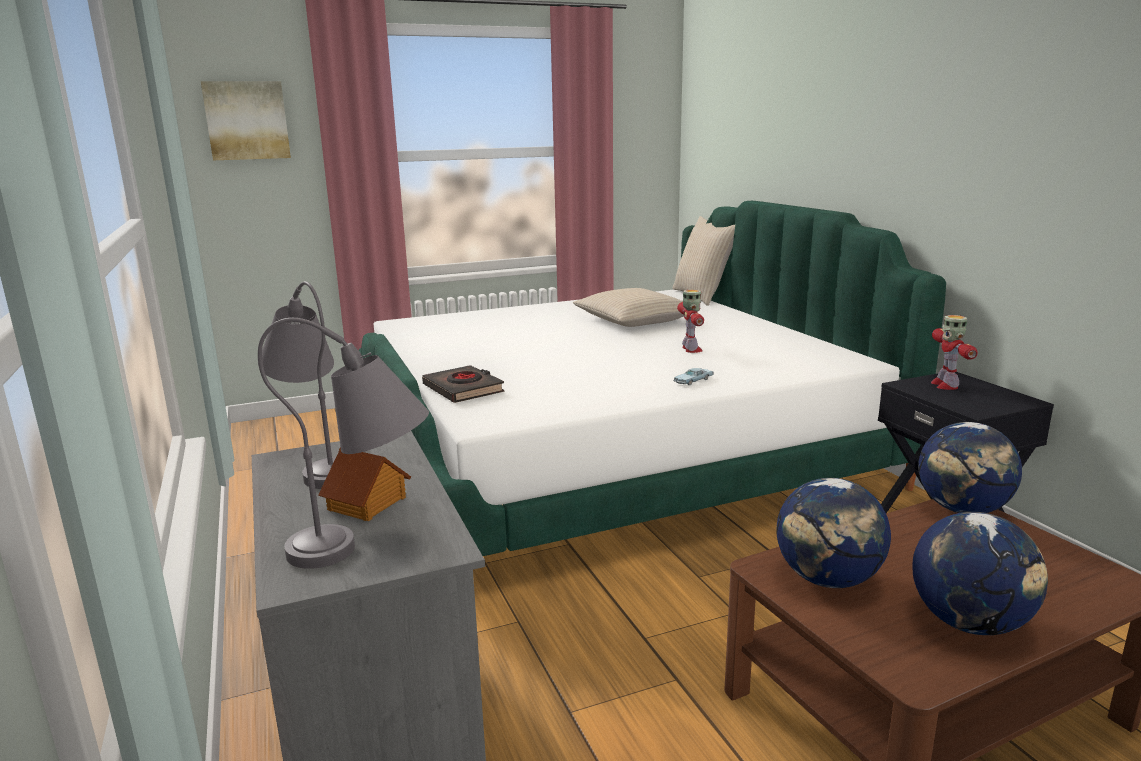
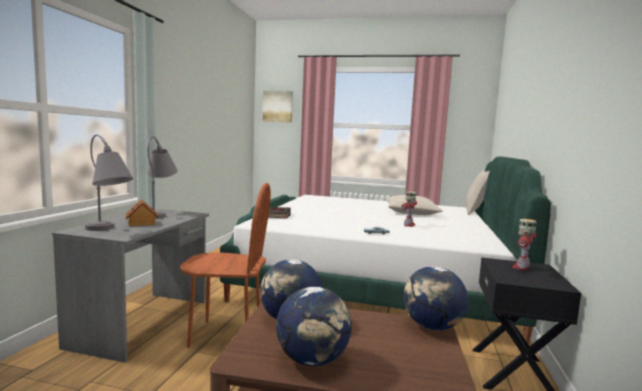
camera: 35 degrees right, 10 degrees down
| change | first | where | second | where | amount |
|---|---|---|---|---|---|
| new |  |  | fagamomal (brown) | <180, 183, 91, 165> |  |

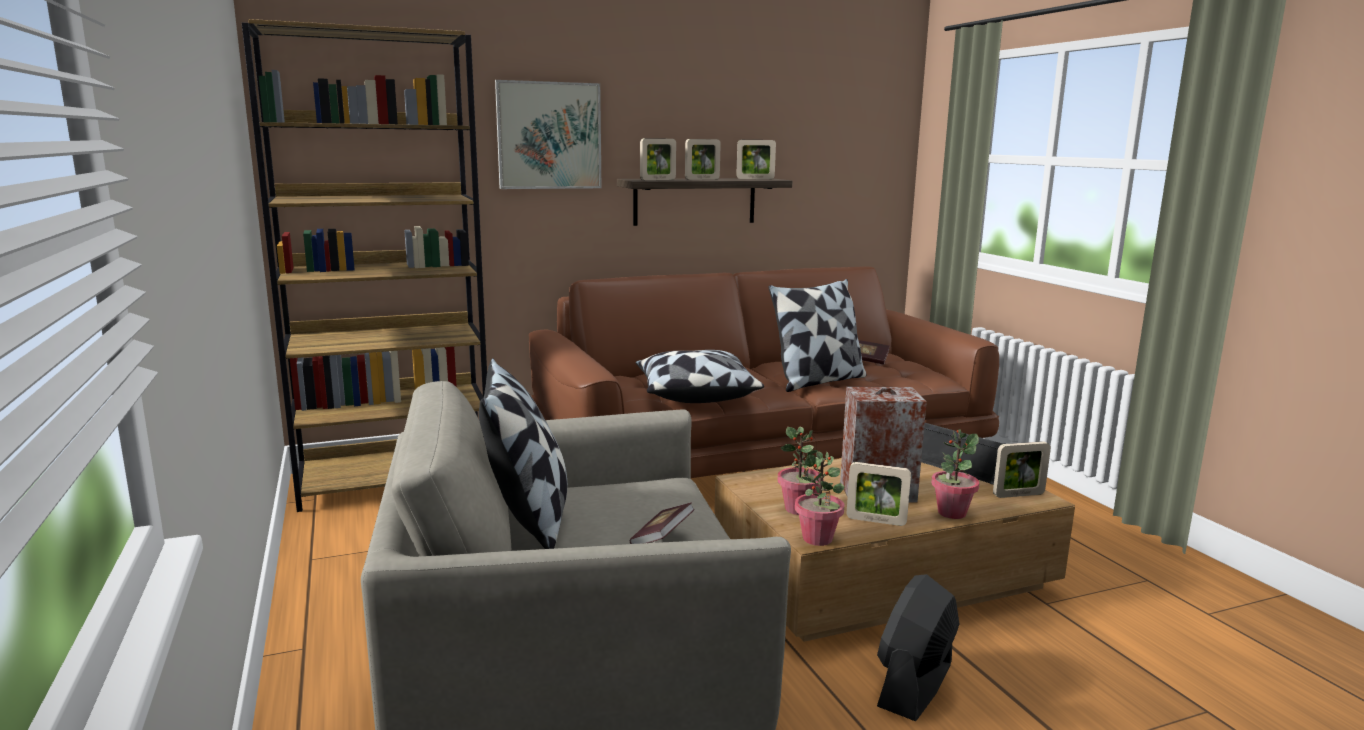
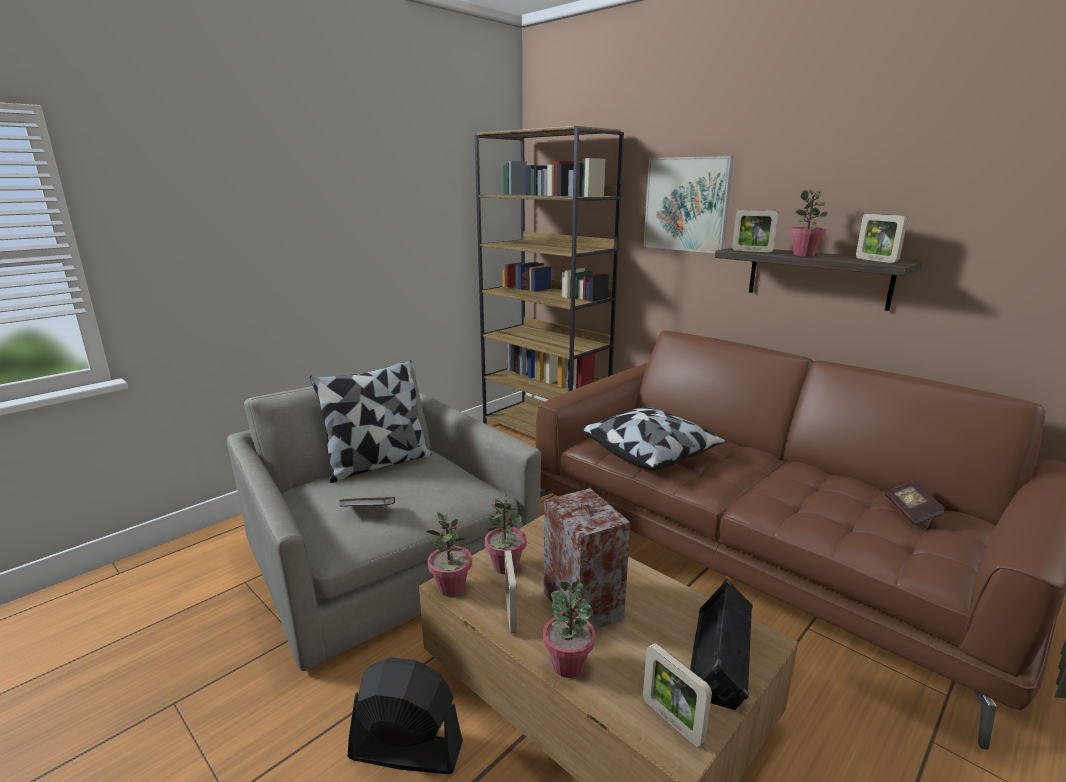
camera: 65 degrees right, 5 degrees up
| change | first | where | second | where | amount |
|---|---|---|---|---|---|
| swapped | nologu | <685, 139, 36, 41> | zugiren | <790, 190, 38, 66> |  |
| gone | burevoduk | <769, 279, 98, 113> |  |  |  |

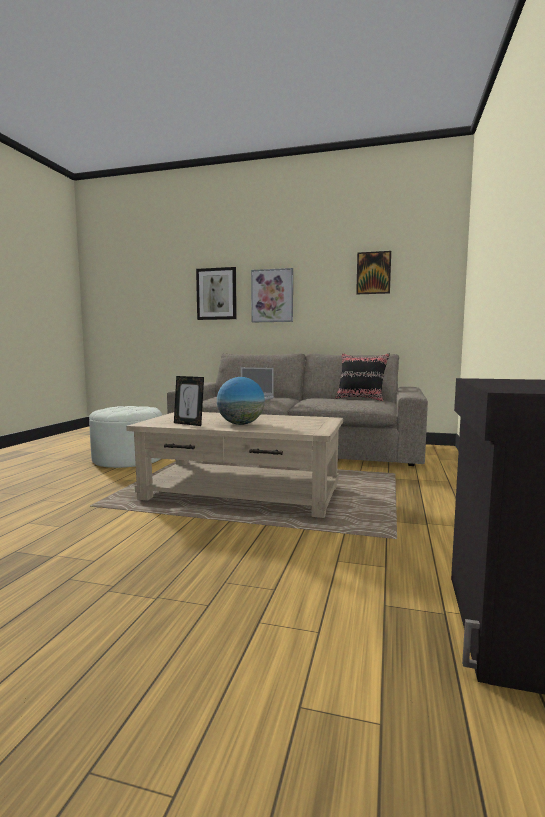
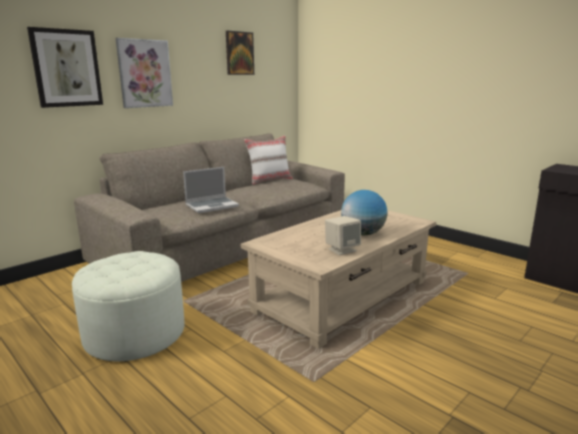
camera: 60 degrees left, 10 degrees up
| change | first | where | second | where | amount |
|---|---|---|---|---|---|
| repainted | burevoduk (black) | <335, 353, 55, 48> | burevoduk (white) | <244, 135, 49, 50> |  |
| swapped | nologu | <174, 376, 30, 50> | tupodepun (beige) | <325, 216, 36, 39> |  |

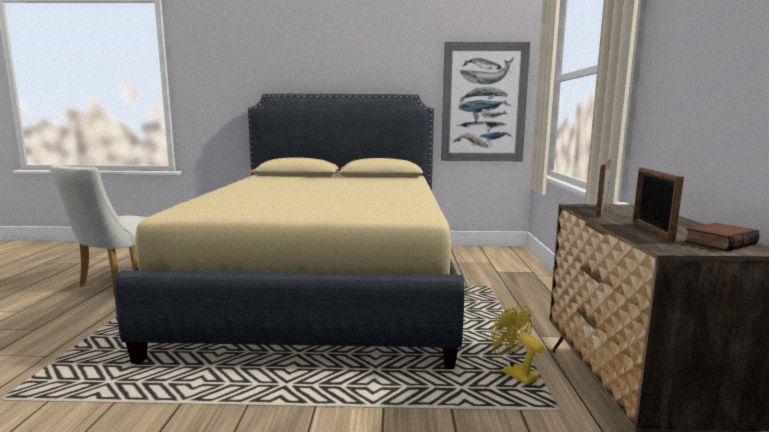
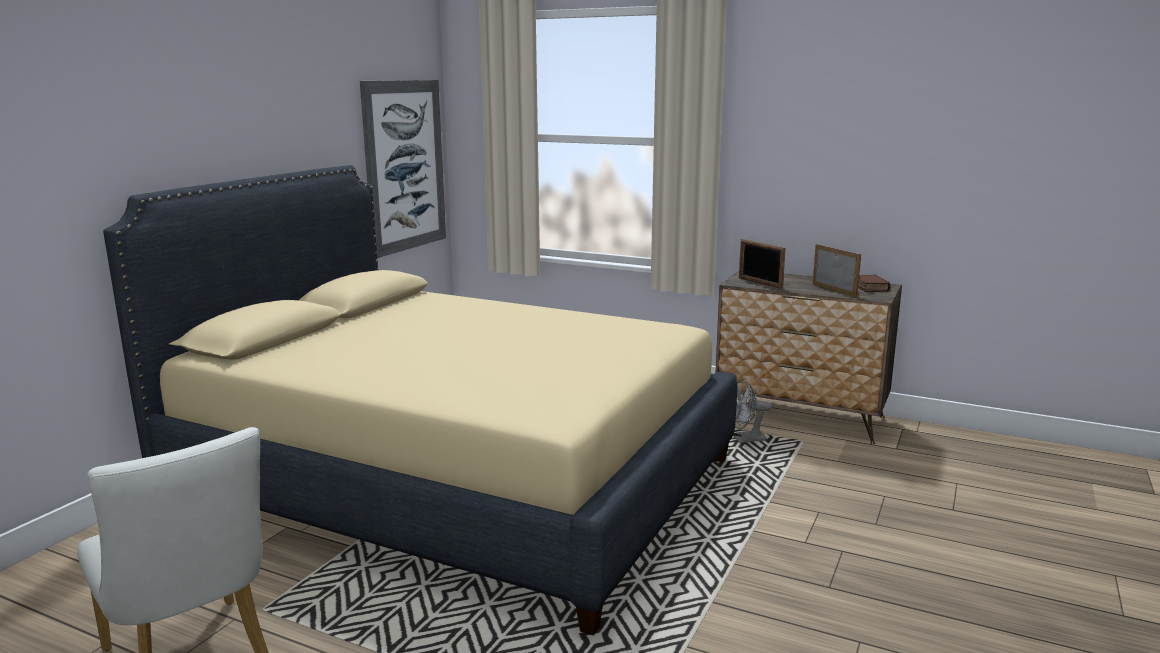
camera: 65 degrees left, 5 degrees up
| change | first | where | second | where | amount |
|---|---|---|---|---|---|
| repainted | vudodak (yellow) | <491, 305, 53, 80> | vudodak (grey) | <733, 379, 39, 64> |  |
| rotated | nologu | <633, 167, 51, 76> |  | <813, 244, 48, 53> | 150 degrees counterclockwise |

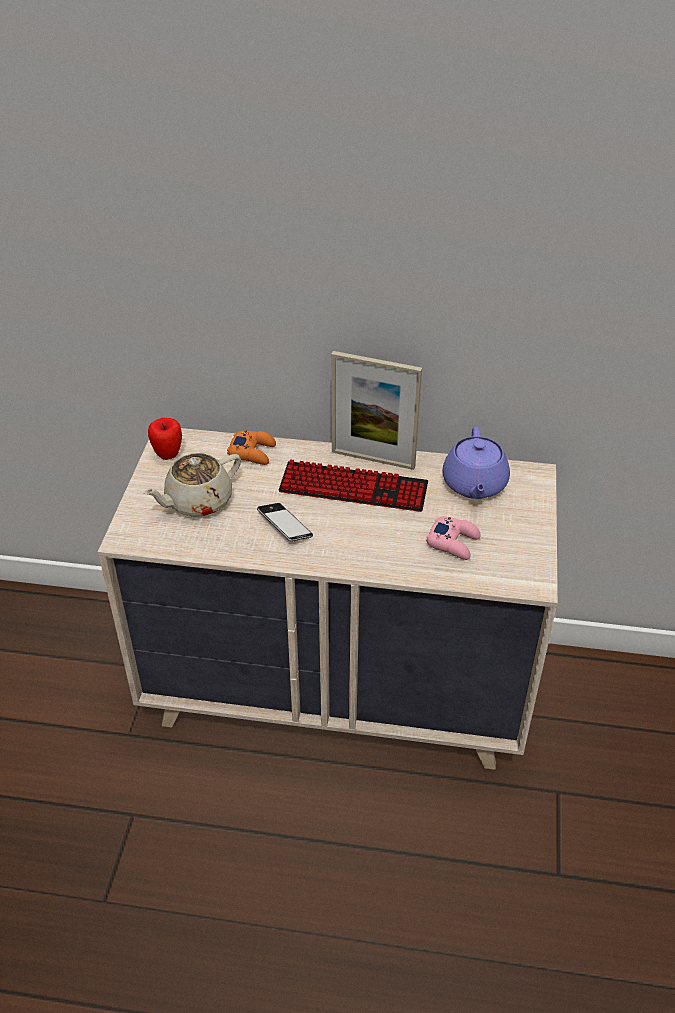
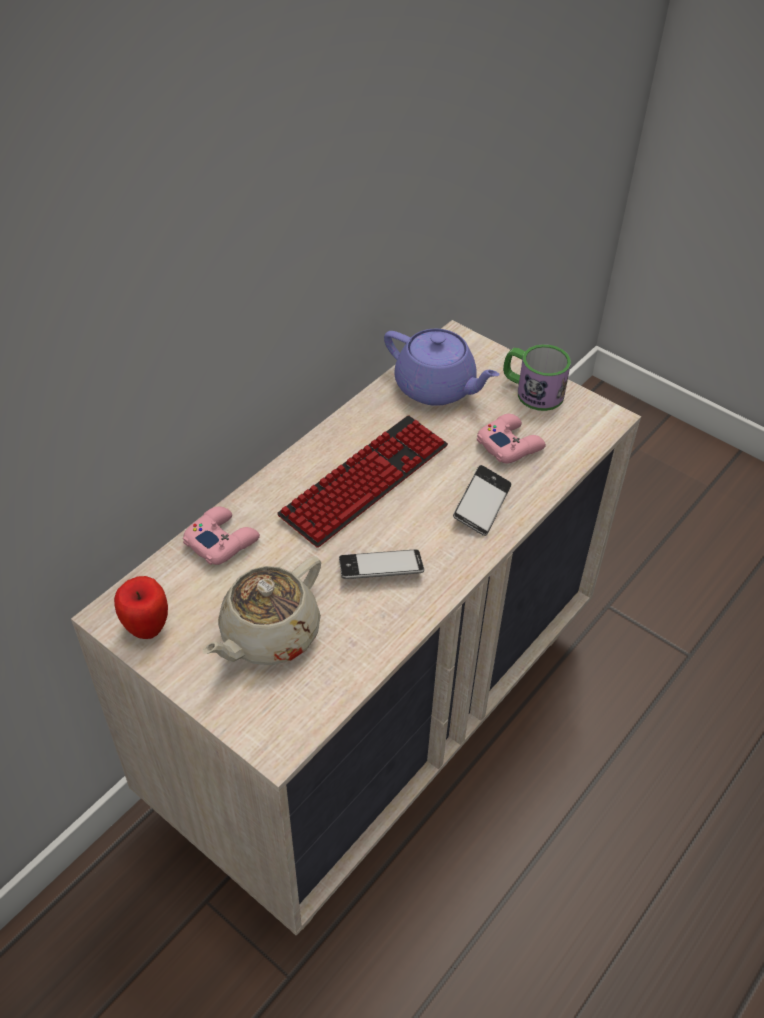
camera: 60 degrees left, 5 degrees up
| change | first | where | second | where | amount |
|---|---|---|---|---|---|
| repainted | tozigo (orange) | <227, 431, 49, 34> | tozigo (pink) | <183, 507, 77, 58> |  |
| rotated | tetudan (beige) | <143, 453, 98, 64> |  | <203, 556, 118, 109> | 45 degrees clockwise |
| new |  |  | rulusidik | <453, 465, 58, 71> |  |
| new |  |  | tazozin | <503, 344, 68, 67> |  |
| gone | nologu | <331, 351, 91, 119> |  |  |  |

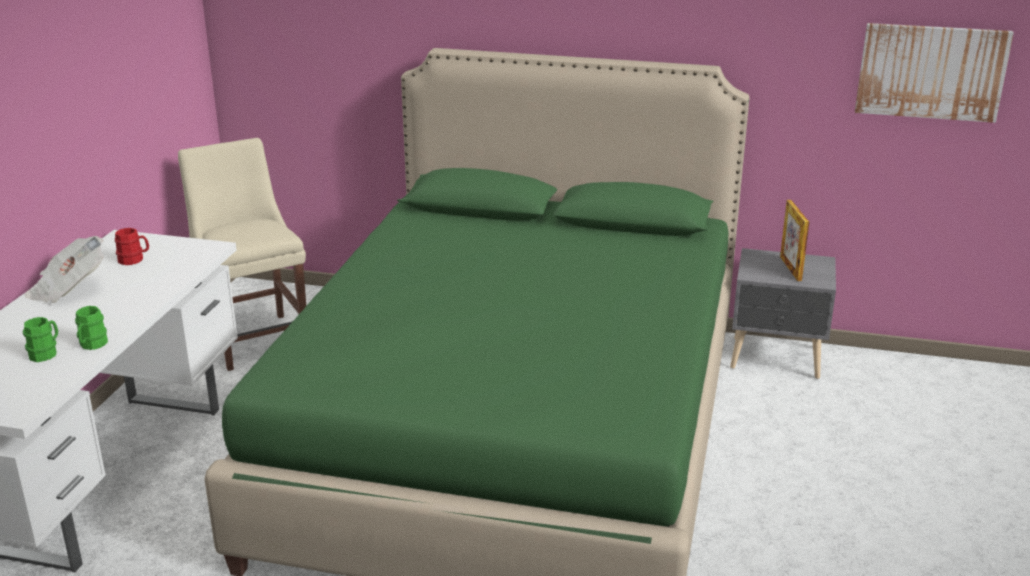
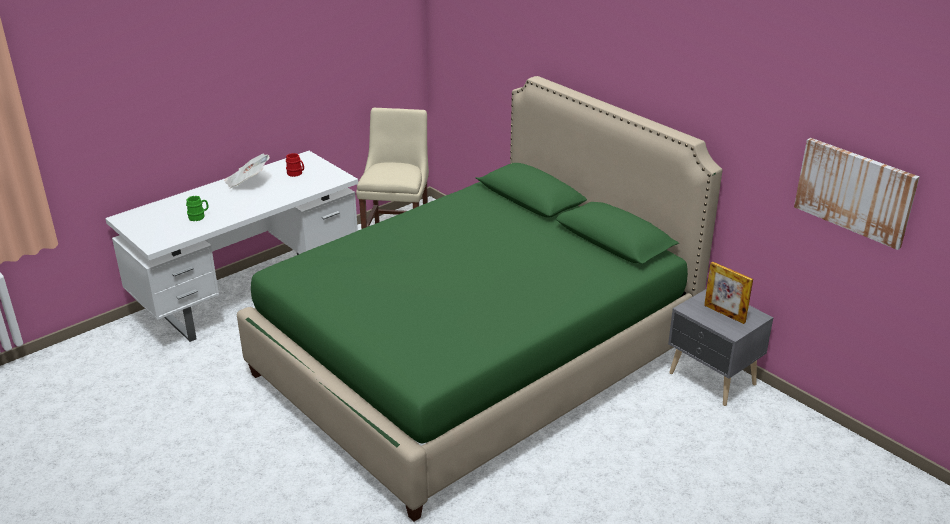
camera: 35 degrees right, 5 degrees up
| change | first | where | second | where | amount |
|---|---|---|---|---|---|
| rotated | nologu | <780, 200, 29, 81> |  | <704, 261, 49, 63> | 75 degrees counterclockwise |
| gone | tazozin (green) | <75, 306, 33, 44> |  |  |  |

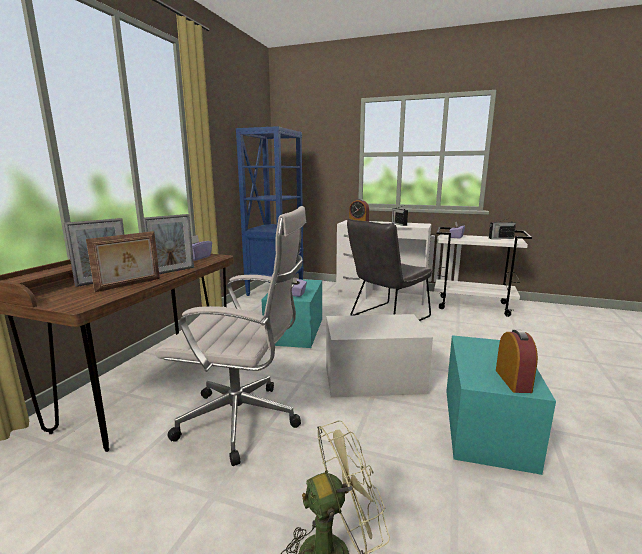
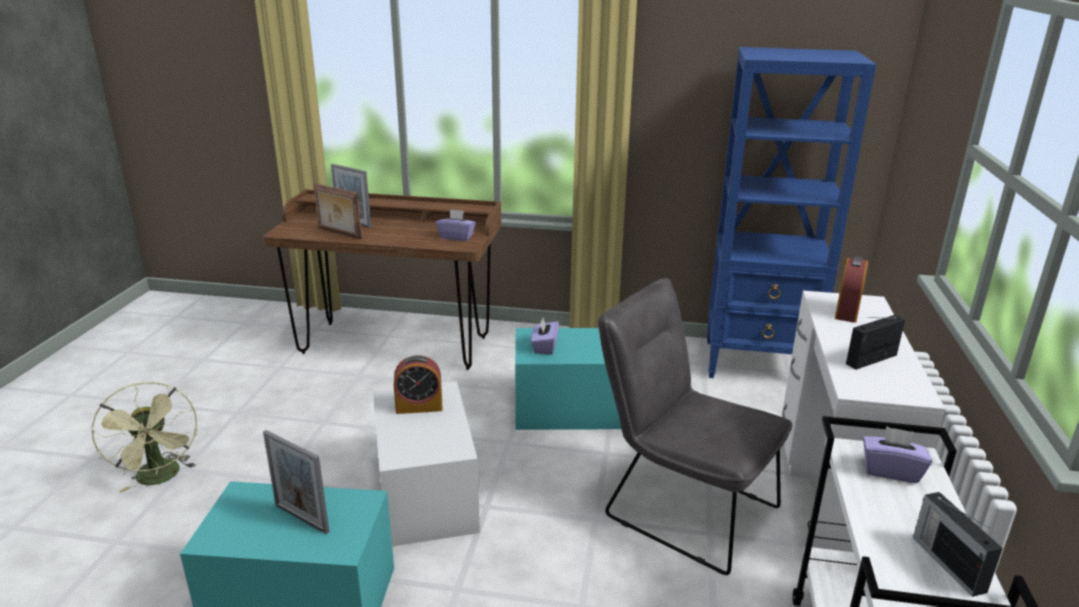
camera: 80 degrees right, 10 degrees up
| change | first | where | second | where | amount |
|---|---|---|---|---|---|
| shifted | nologu | <142, 214, 52, 60> |  | <263, 430, 66, 104> |  |
| shifted | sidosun | <496, 330, 42, 63> |  | <394, 355, 48, 59> |  |
| gone | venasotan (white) | <155, 206, 151, 260> |  |  |  |

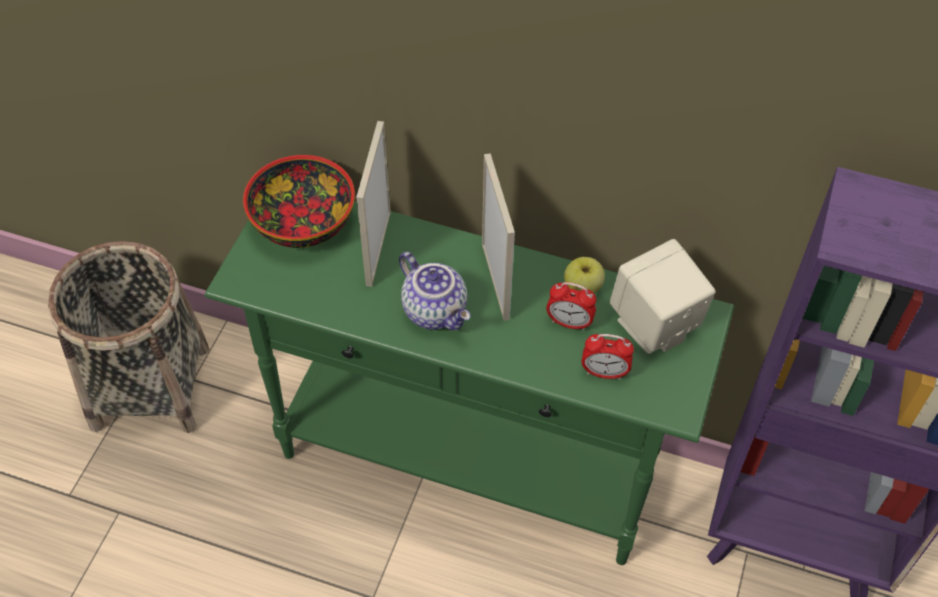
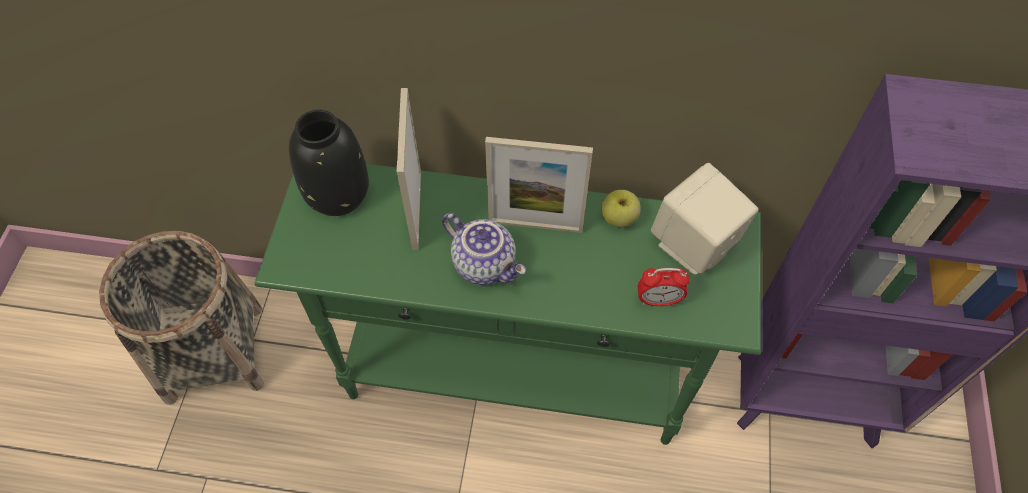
camera: 10 degrees left, 5 degrees up
| change | first | where | second | where | amount |
|---|---|---|---|---|---|
| swapped | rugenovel | <243, 155, 112, 93> | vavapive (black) | <289, 110, 80, 106> |  |
| rotated | nologu | <482, 153, 33, 168> |  | <485, 137, 108, 96> | 120 degrees clockwise |
| gone | sidosun | <546, 282, 50, 49> |  |  |  |

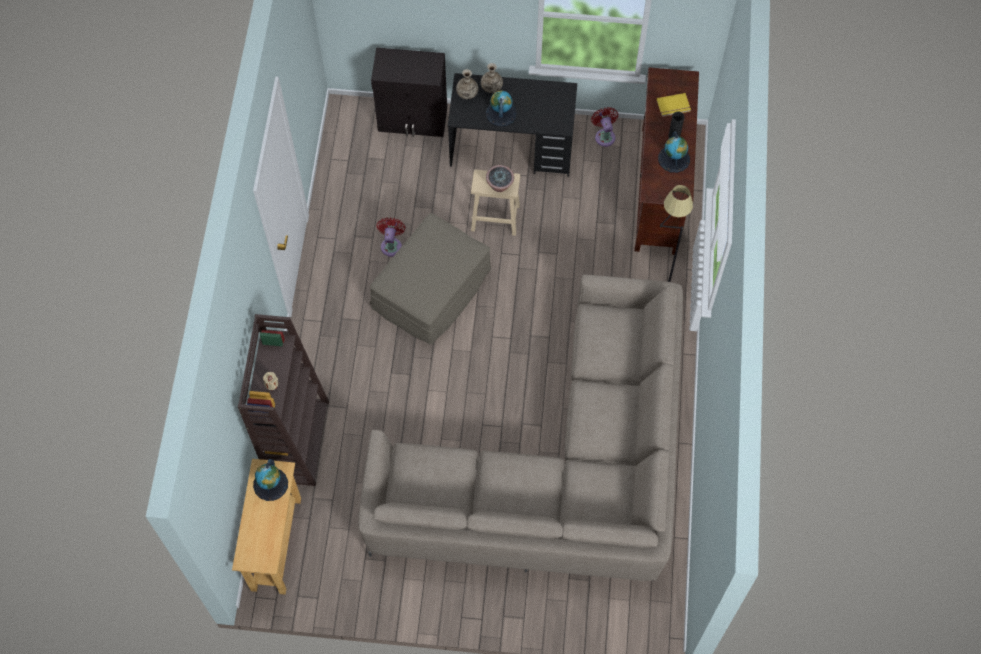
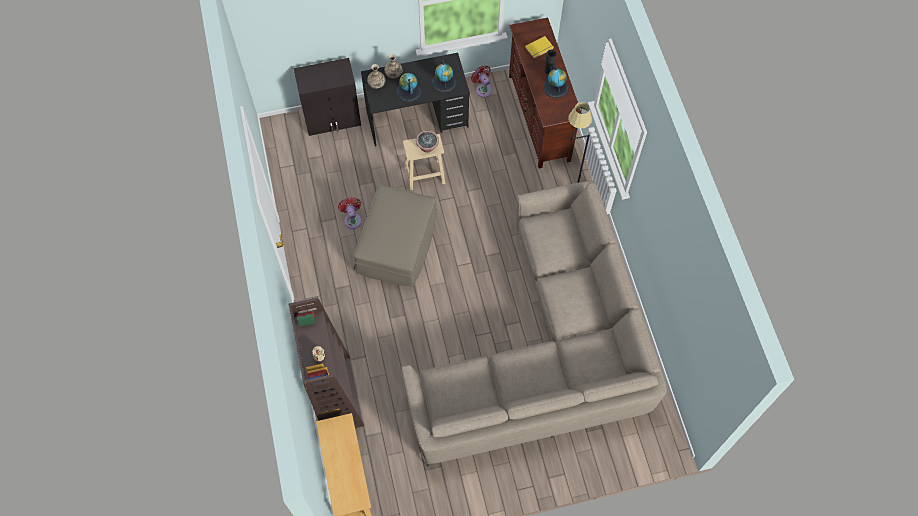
camera: 20 degrees left, 0 degrees up
| change | first | where | second | where | amount |
|---|---|---|---|---|---|
| shifted | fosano | <253, 459, 35, 42> |  | <432, 60, 25, 33> |  |

